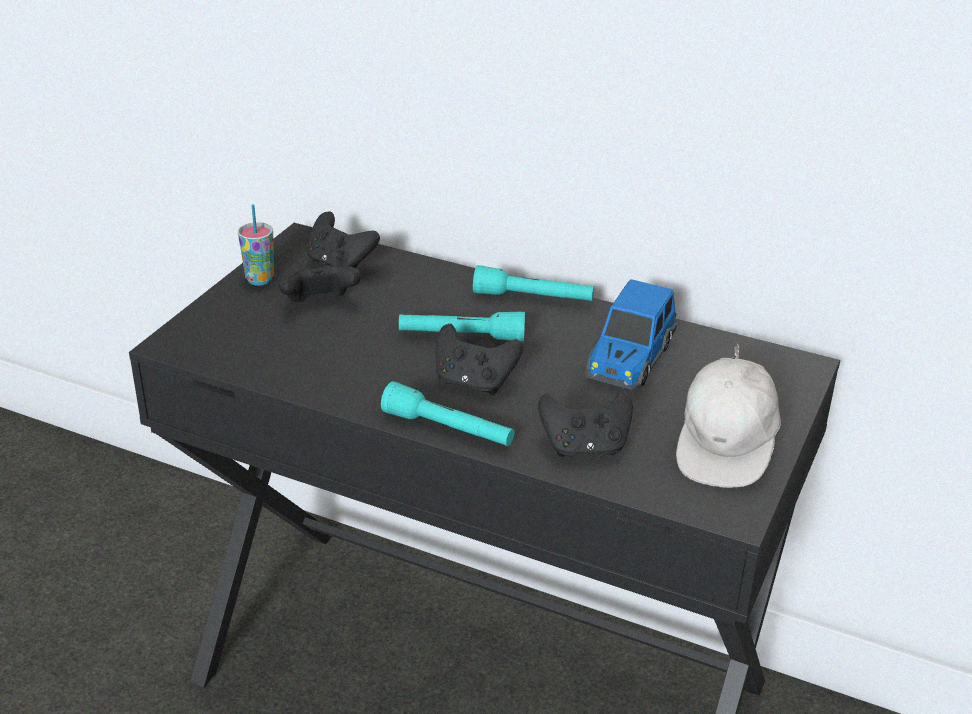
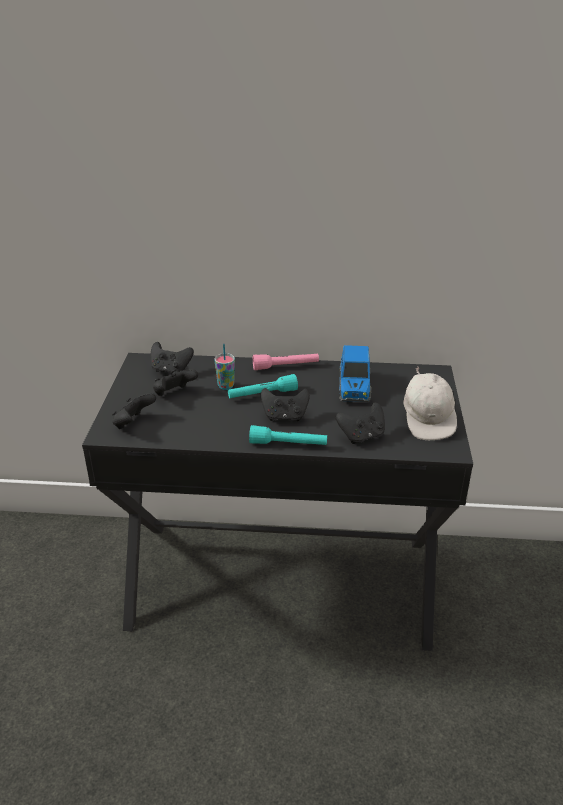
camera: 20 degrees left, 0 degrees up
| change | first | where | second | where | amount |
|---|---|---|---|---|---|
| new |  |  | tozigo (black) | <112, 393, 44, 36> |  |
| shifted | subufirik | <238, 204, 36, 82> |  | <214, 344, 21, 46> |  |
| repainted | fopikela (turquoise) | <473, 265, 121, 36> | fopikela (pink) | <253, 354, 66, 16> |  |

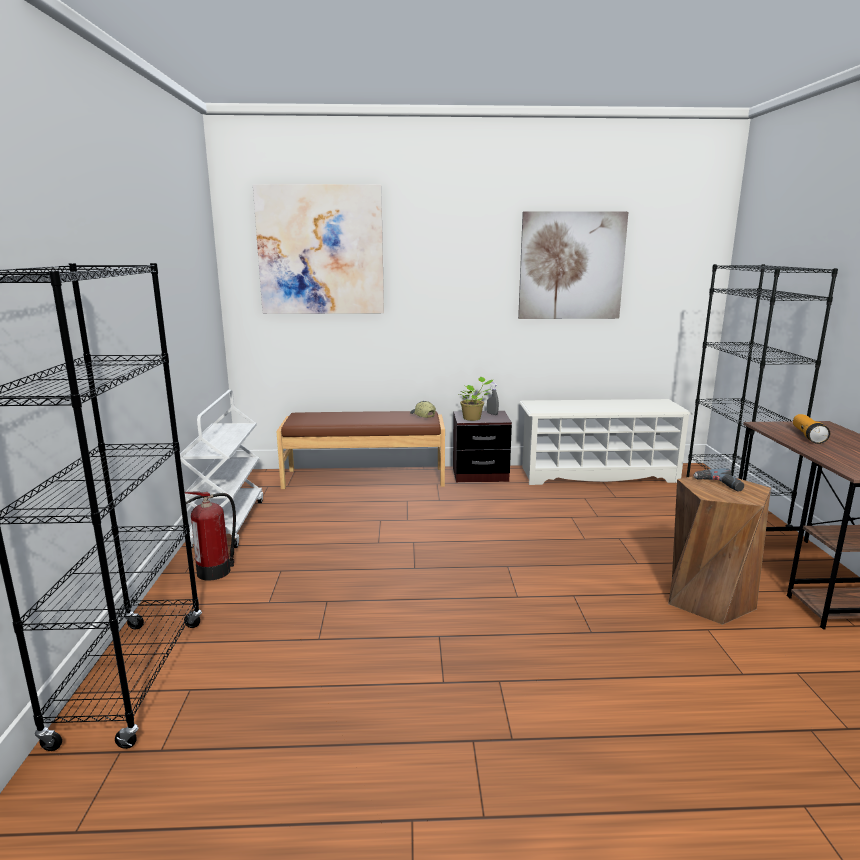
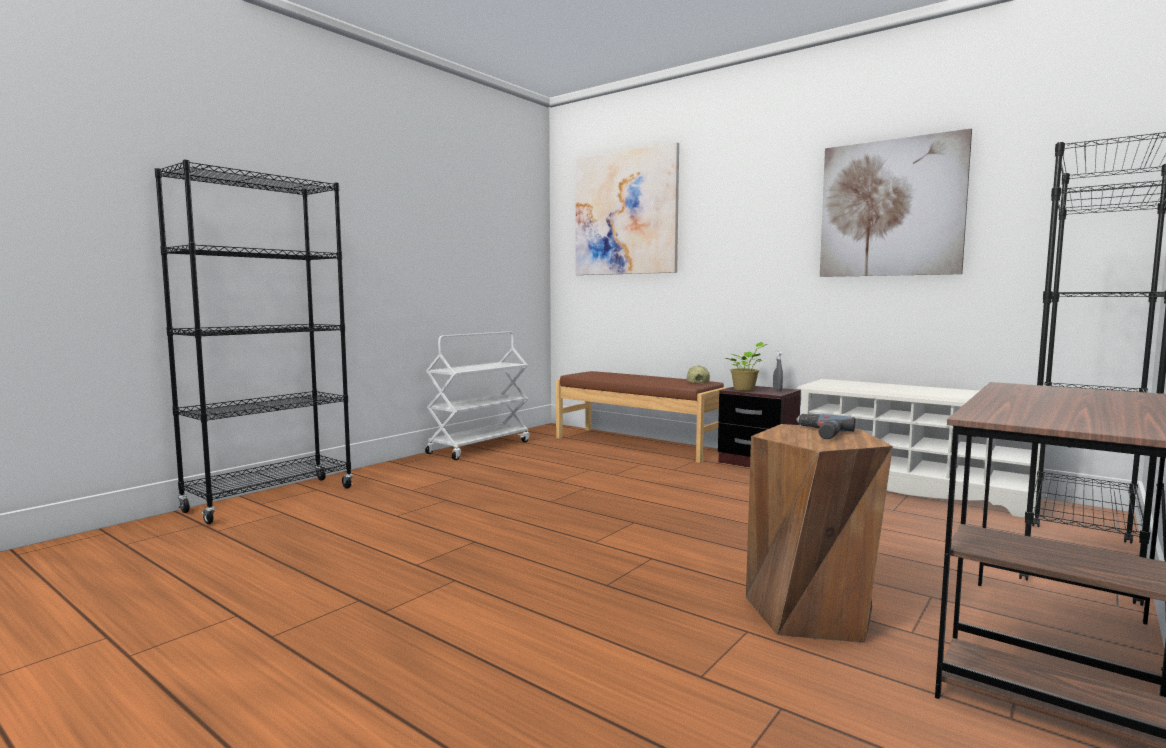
camera: 40 degrees right, 10 degrees down
| change | first | where | second | where | amount |
|---|---|---|---|---|---|
| gone | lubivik | <185, 492, 51, 89> |  |  |  |
| gone | fopikela | <793, 414, 37, 30> |  |  |  |

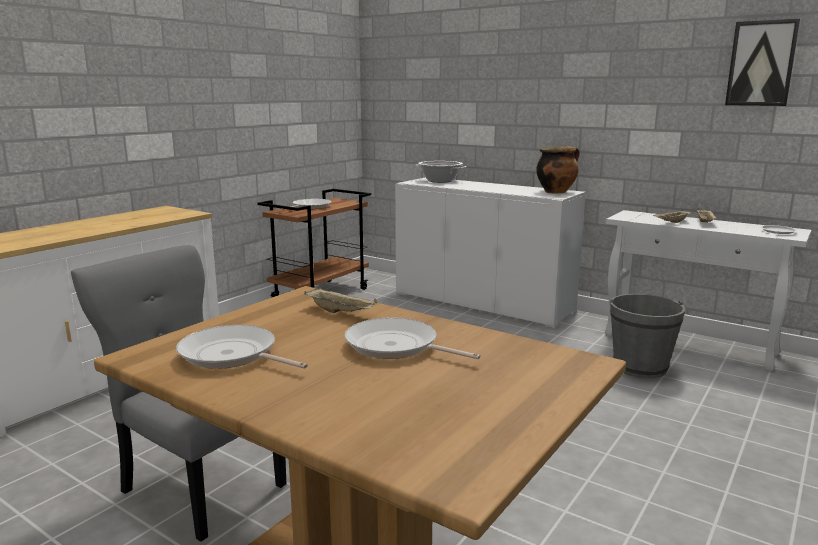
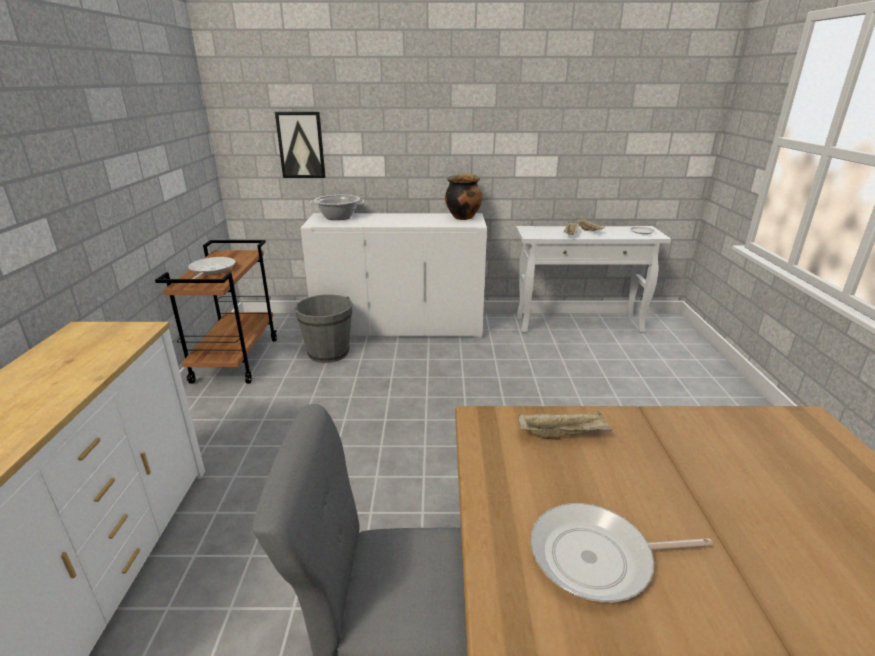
camera: 35 degrees left, 10 degrees up
| change | first | where | second | where | amount |
|---|---|---|---|---|---|
| shifted | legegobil | <725, 19, 75, 87> |  | <275, 112, 51, 66> |  |
| shifted | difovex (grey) | <610, 294, 76, 84> |  | <294, 294, 58, 69> |  |
| gone | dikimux | <344, 317, 137, 42> |  |  |  |

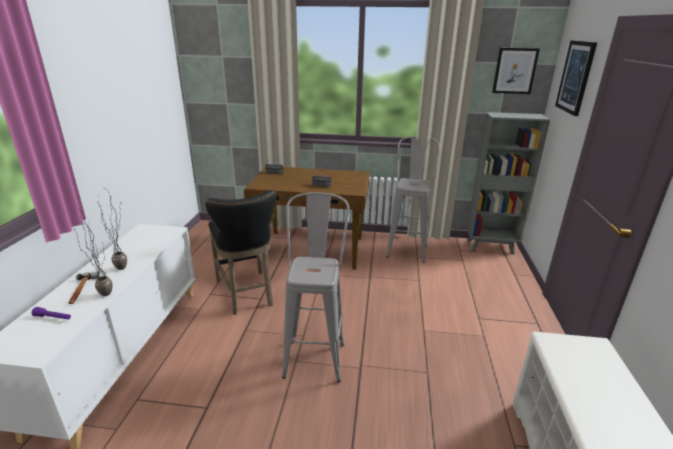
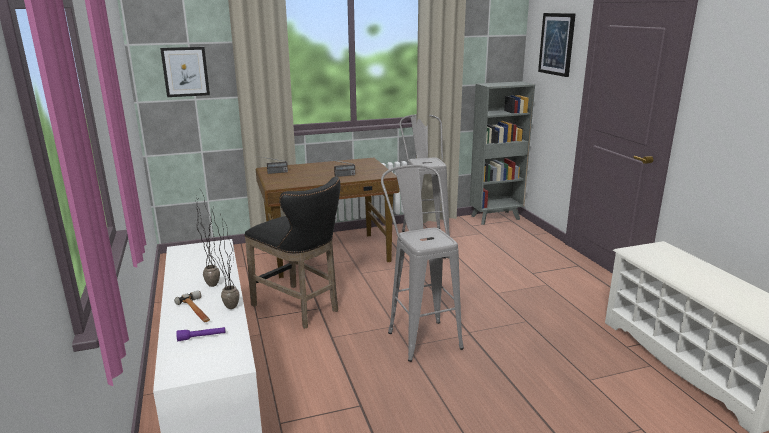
camera: 25 degrees left, 5 degrees down
| change | first | where | second | where | amount |
|---|---|---|---|---|---|
| shifted | legegobil | <492, 48, 48, 46> |  | <160, 47, 50, 50> |  |

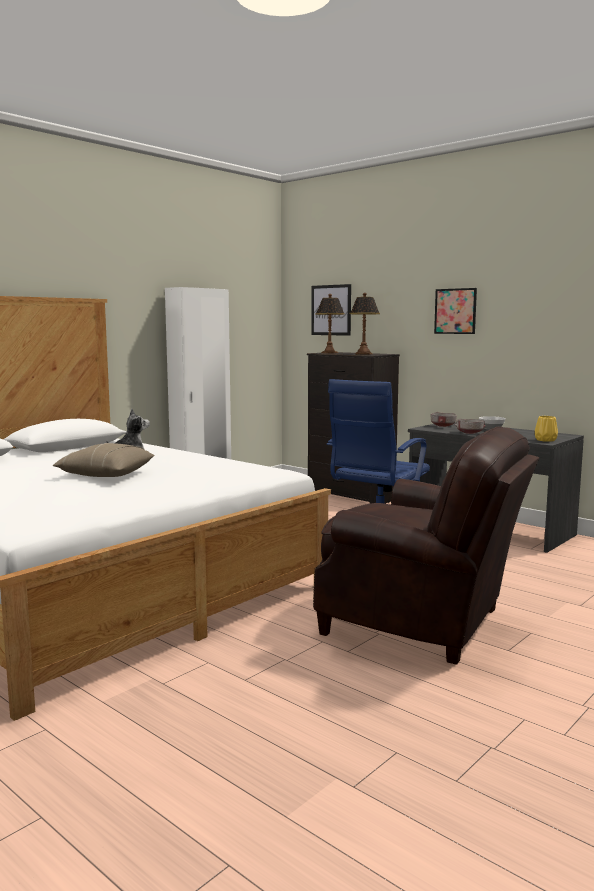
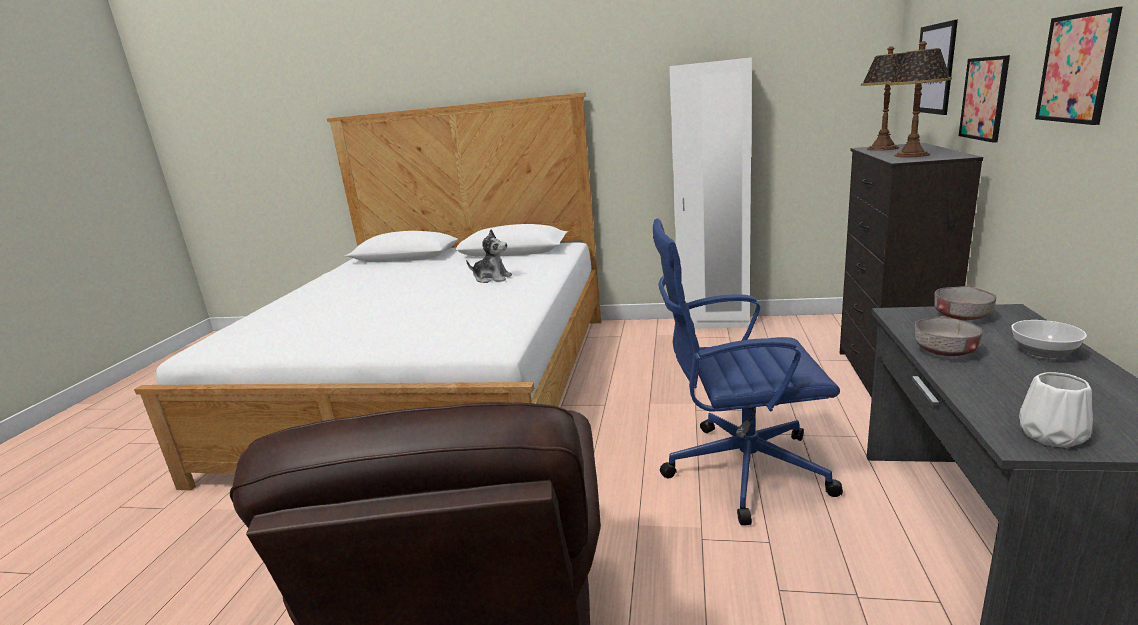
camera: 60 degrees right, 10 degrees up
| change | first | where | second | where | amount |
|---|---|---|---|---|---|
| new |  |  | legegobil | <959, 55, 51, 88> |  |
| repainted | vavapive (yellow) | <535, 416, 23, 26> | vavapive (white) | <1019, 372, 74, 76> |  |
| gone | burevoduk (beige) | <52, 443, 103, 34> |  |  |  |

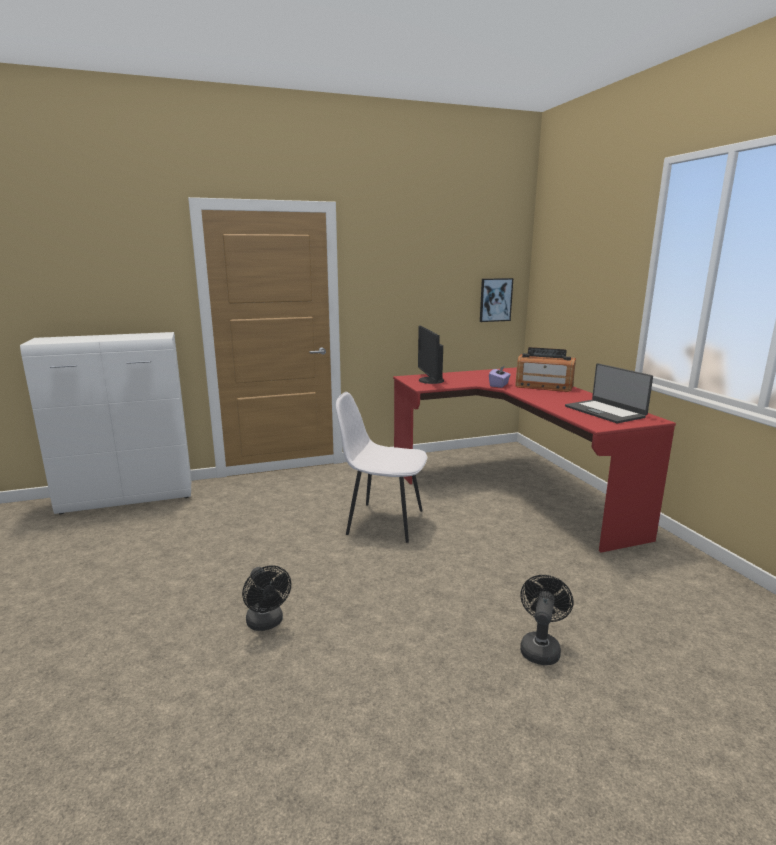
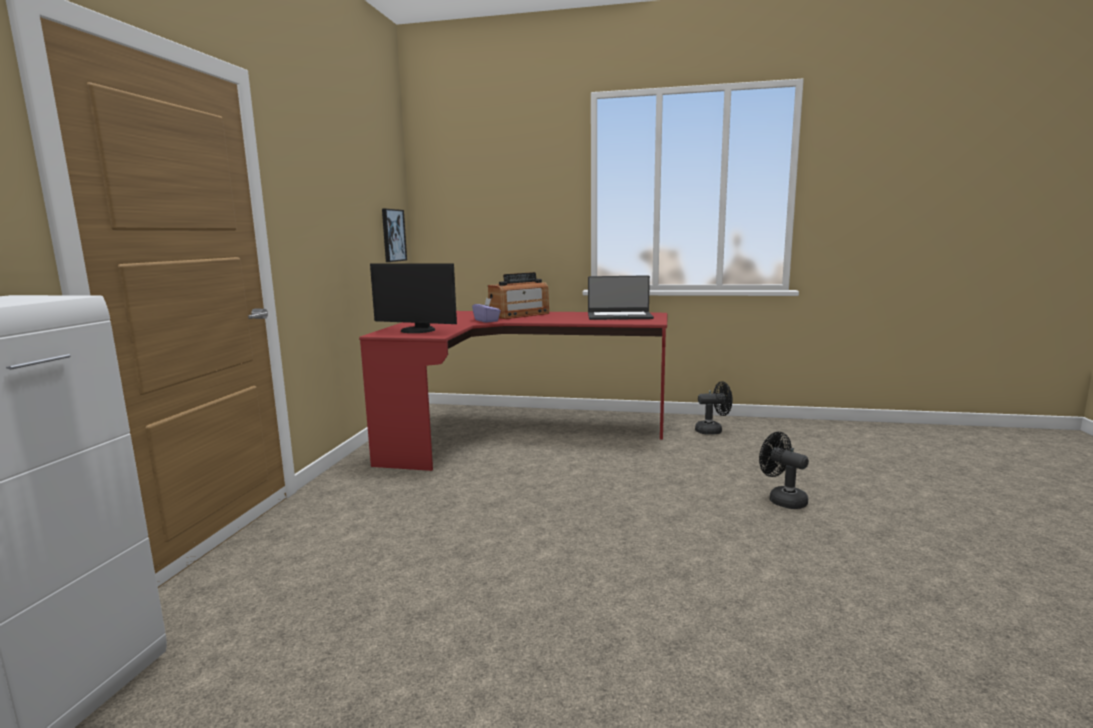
camera: 60 degrees left, 5 degrees down
| change | first | where | second | where | amount |
|---|---|---|---|---|---|
| shifted | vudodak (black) | <242, 565, 49, 66> |  | <695, 381, 38, 54> |  |
| gone | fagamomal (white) | <336, 392, 92, 151> |  |  |  |

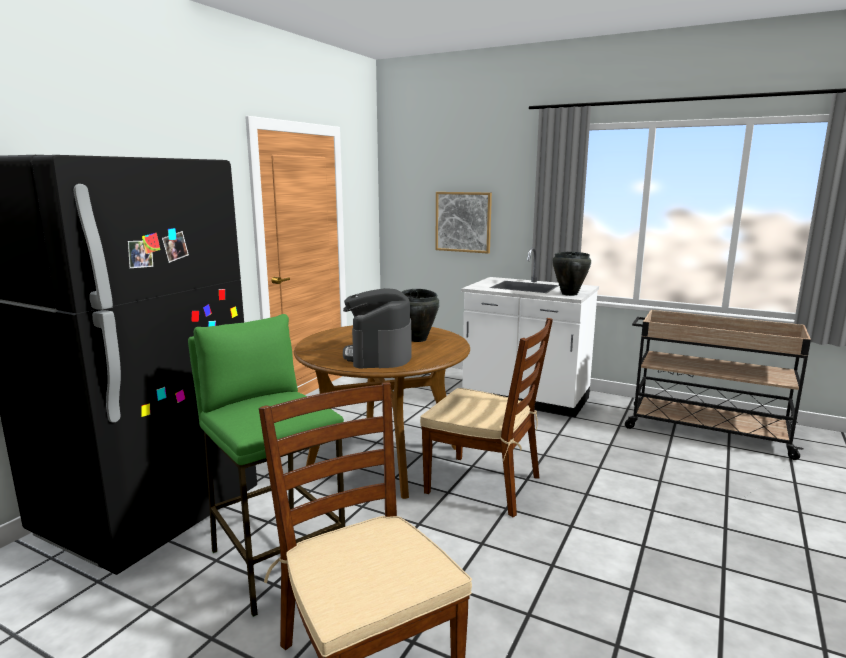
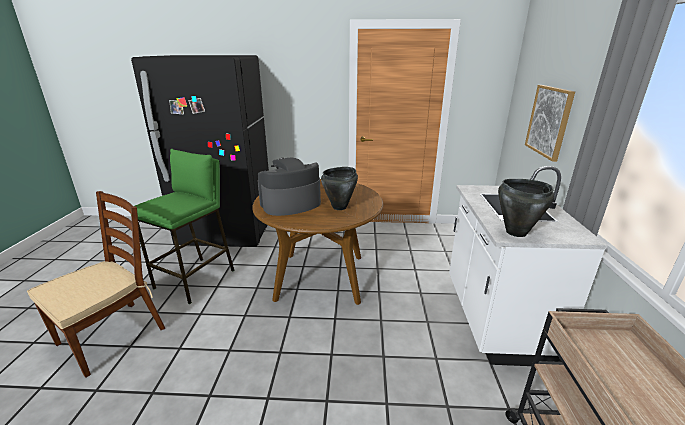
camera: 65 degrees right, 10 degrees up
| change | first | where | second | where | amount |
|---|---|---|---|---|---|
| gone | fagamomal (brown) | <420, 318, 133, 199> |  |  |  |

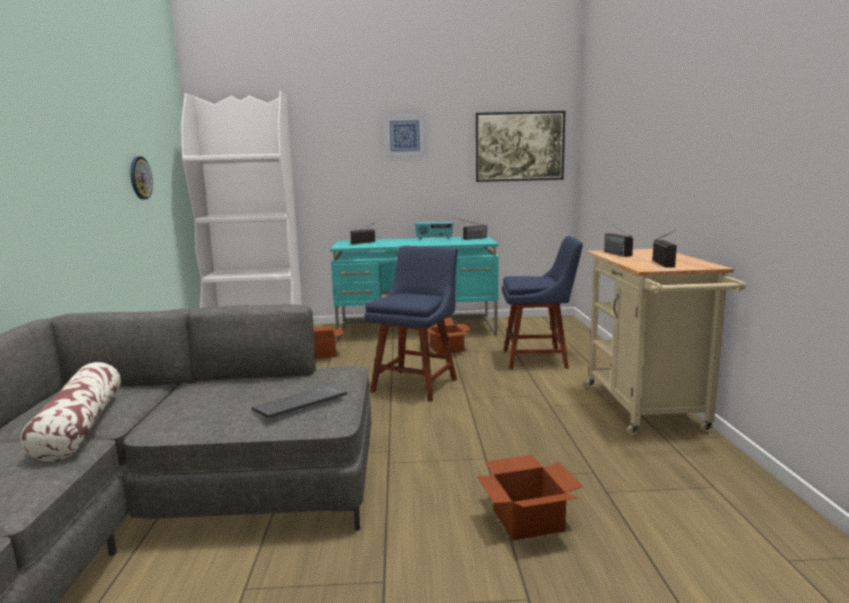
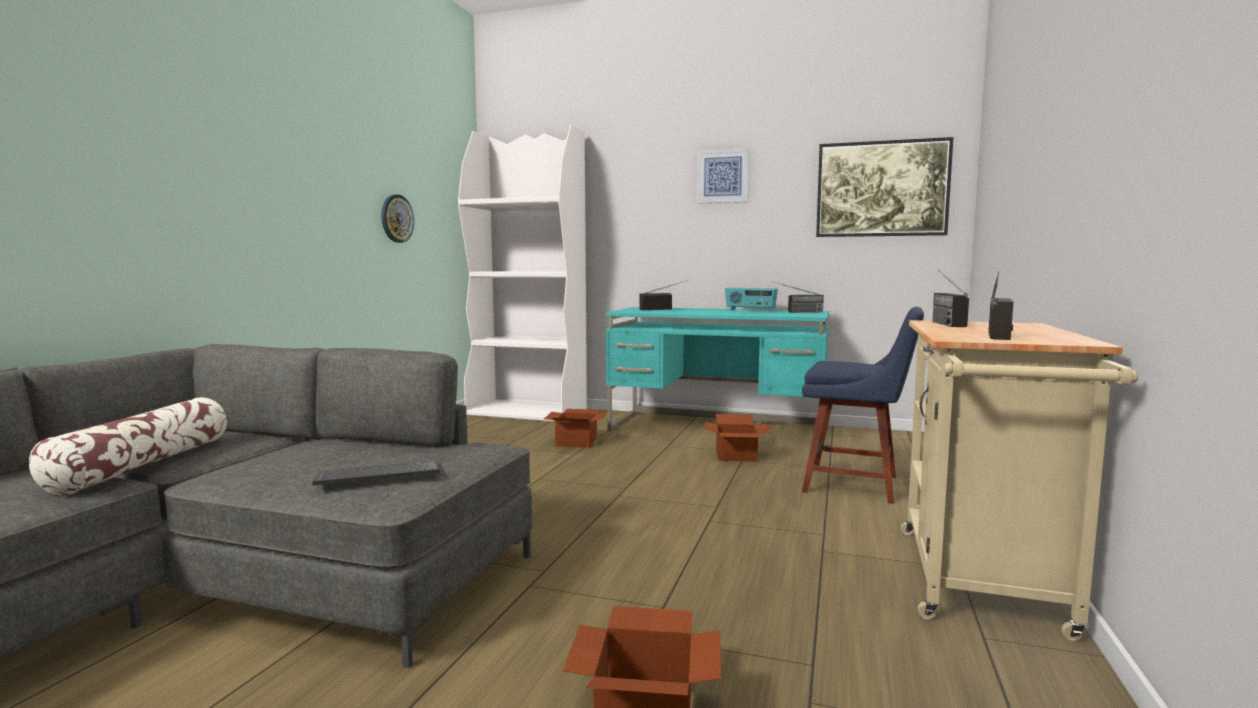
camera: 20 degrees right, 5 degrees down
| change | first | where | second | where | amount |
|---|---|---|---|---|---|
| gone | fagamomal (blue) | <364, 246, 93, 156> |  |  |  |

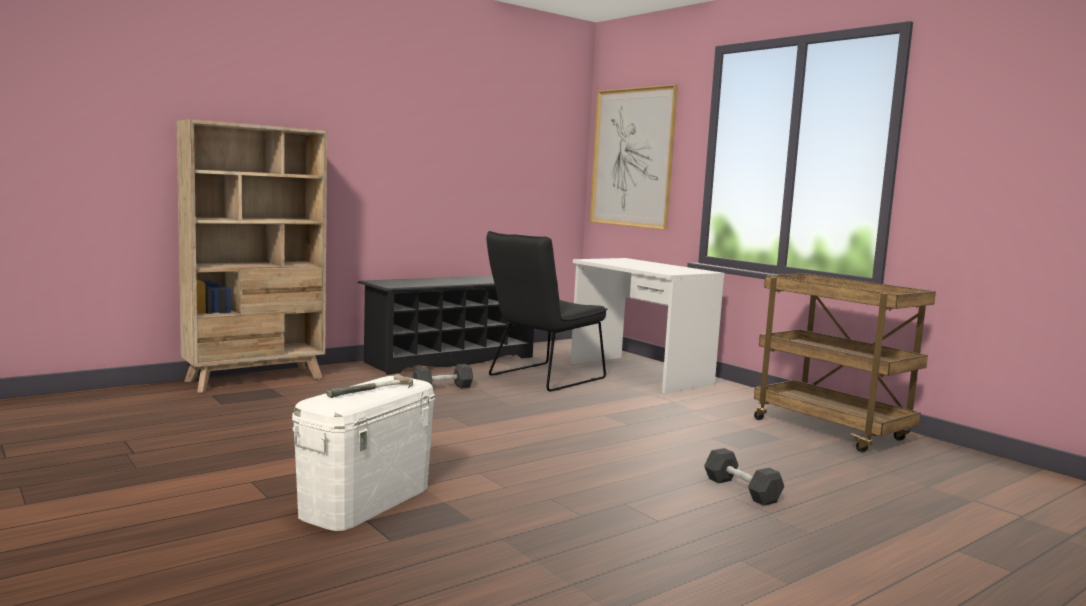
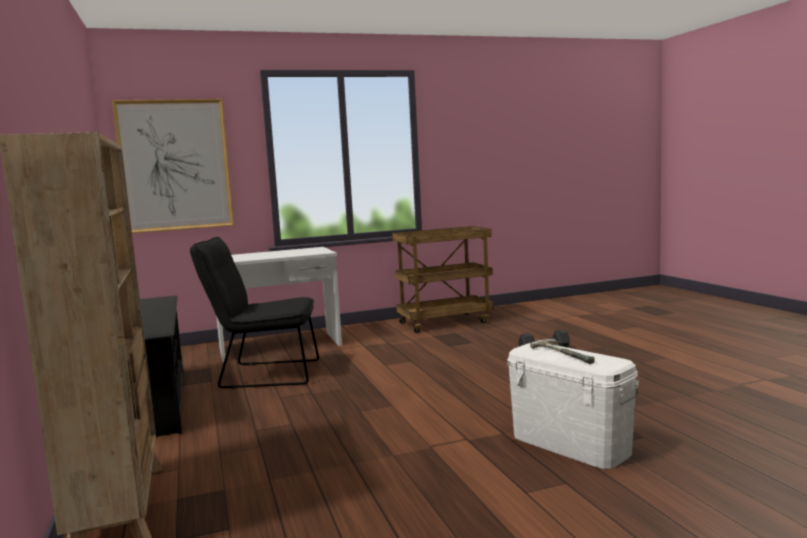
camera: 70 degrees left, 0 degrees up
| change | first | where | second | where | amount |
|---|---|---|---|---|---|
| rotated | fagamomal (black) | <486, 231, 121, 160> |  | <190, 237, 129, 152> | 120 degrees clockwise |
| gone | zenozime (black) | <412, 364, 61, 25> |  |  |  |

